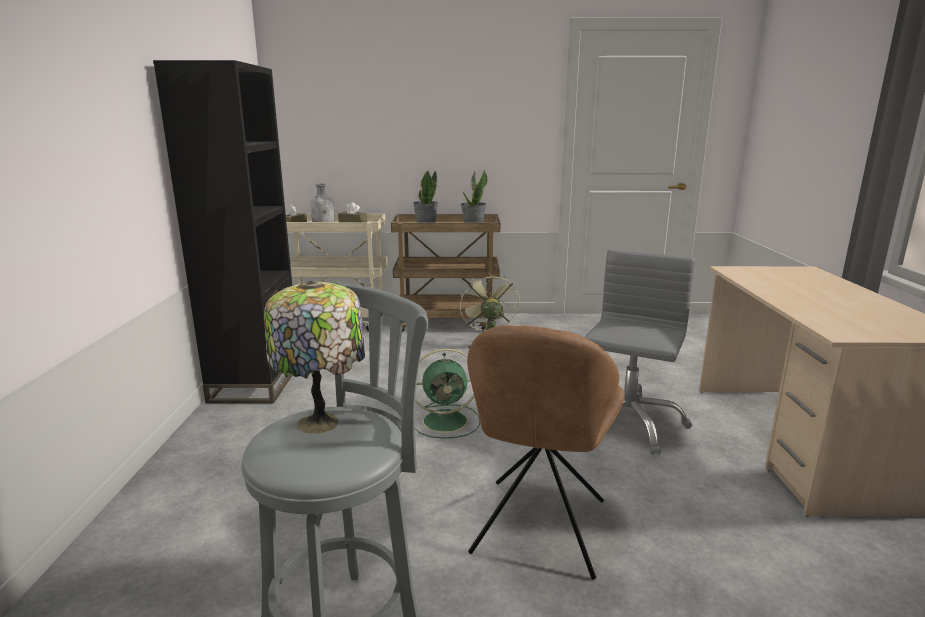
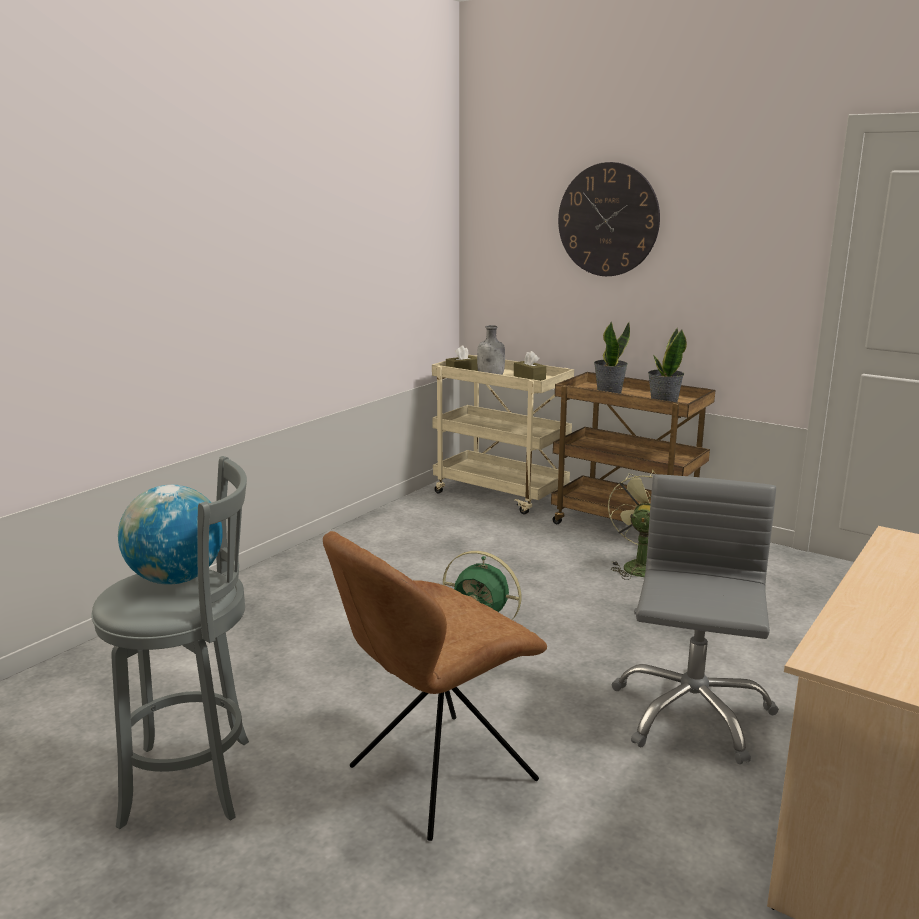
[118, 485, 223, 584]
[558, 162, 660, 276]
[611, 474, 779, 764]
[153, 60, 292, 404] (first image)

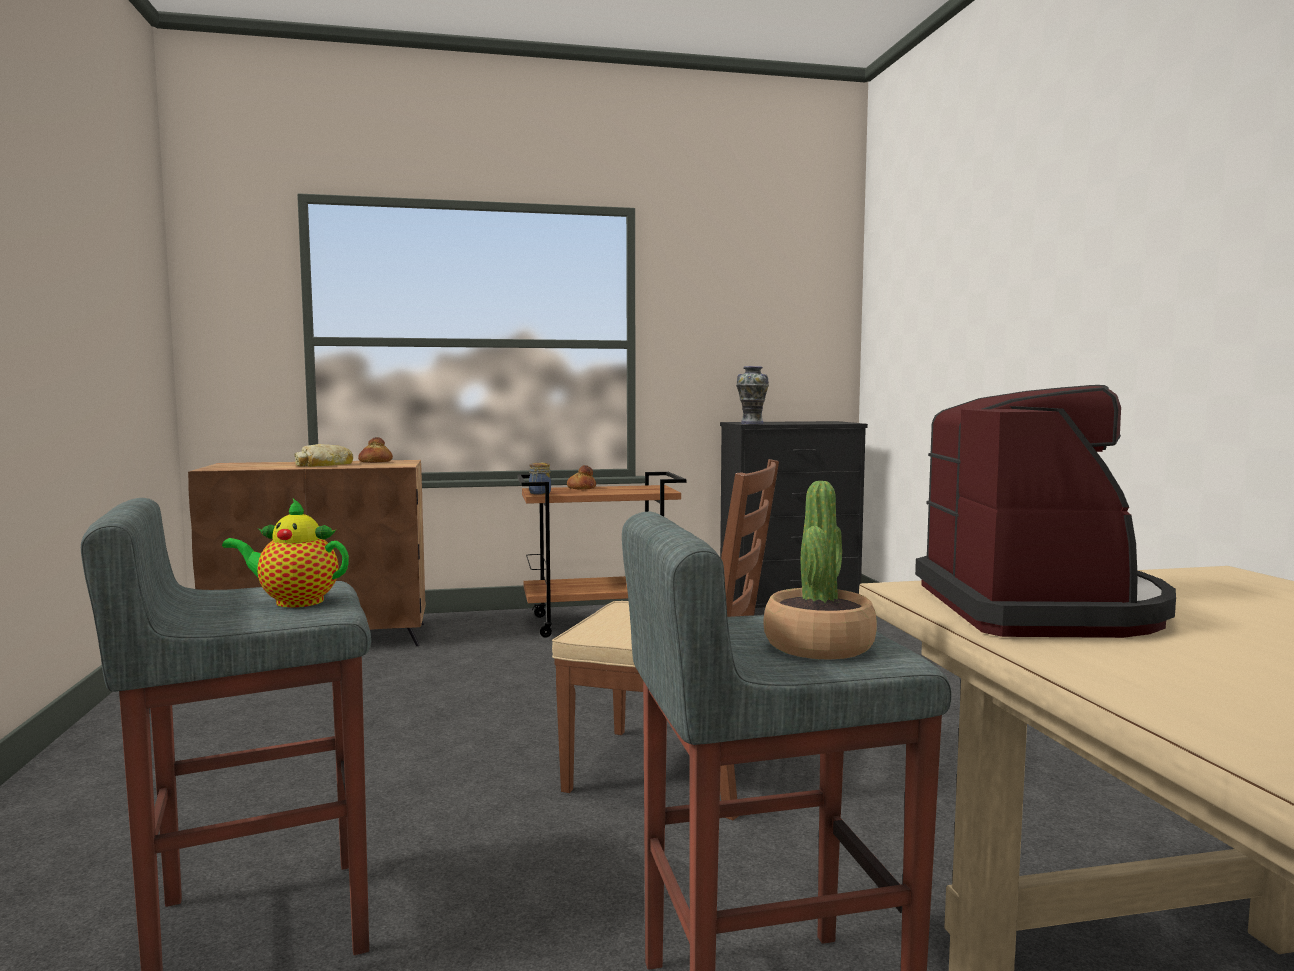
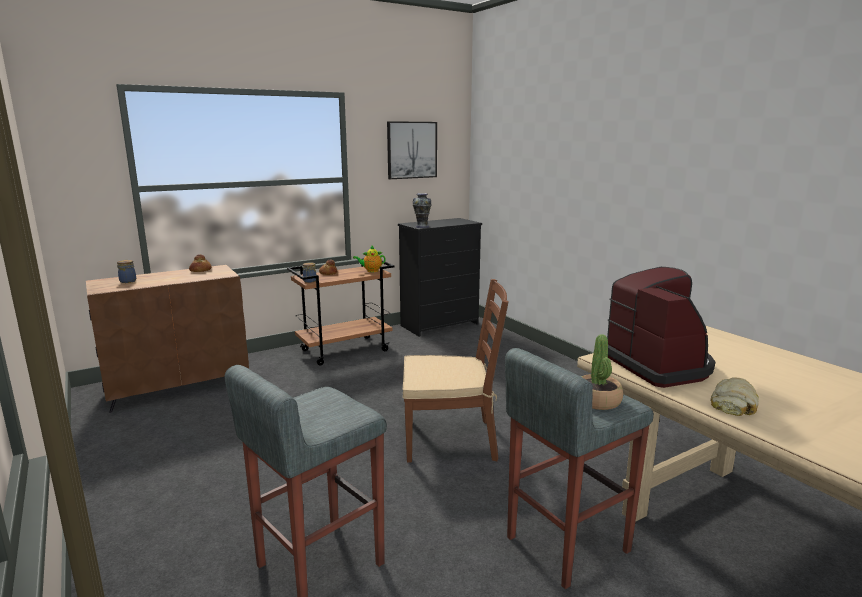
[117, 260, 136, 283]
[353, 246, 386, 272]
[387, 121, 437, 179]
[710, 377, 759, 416]

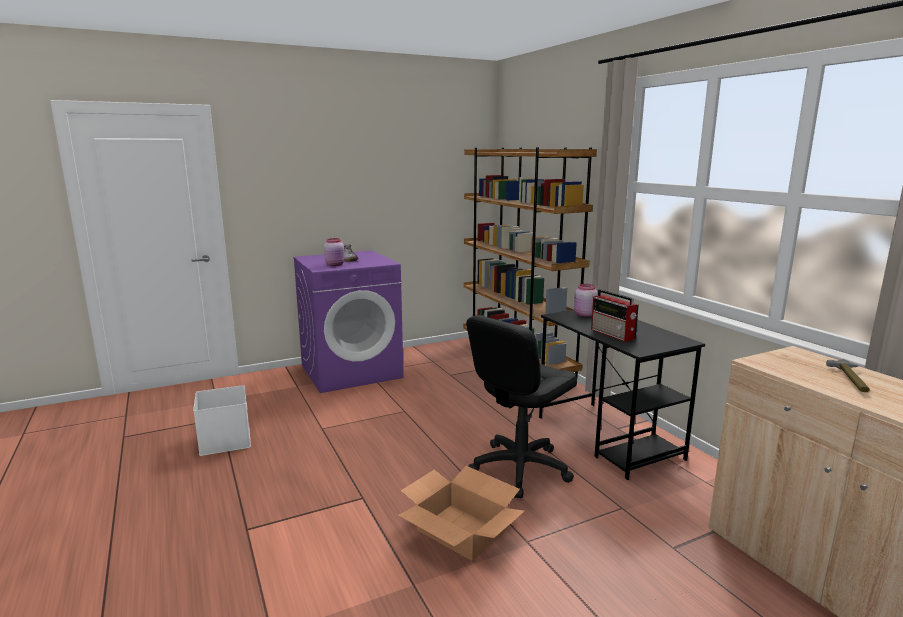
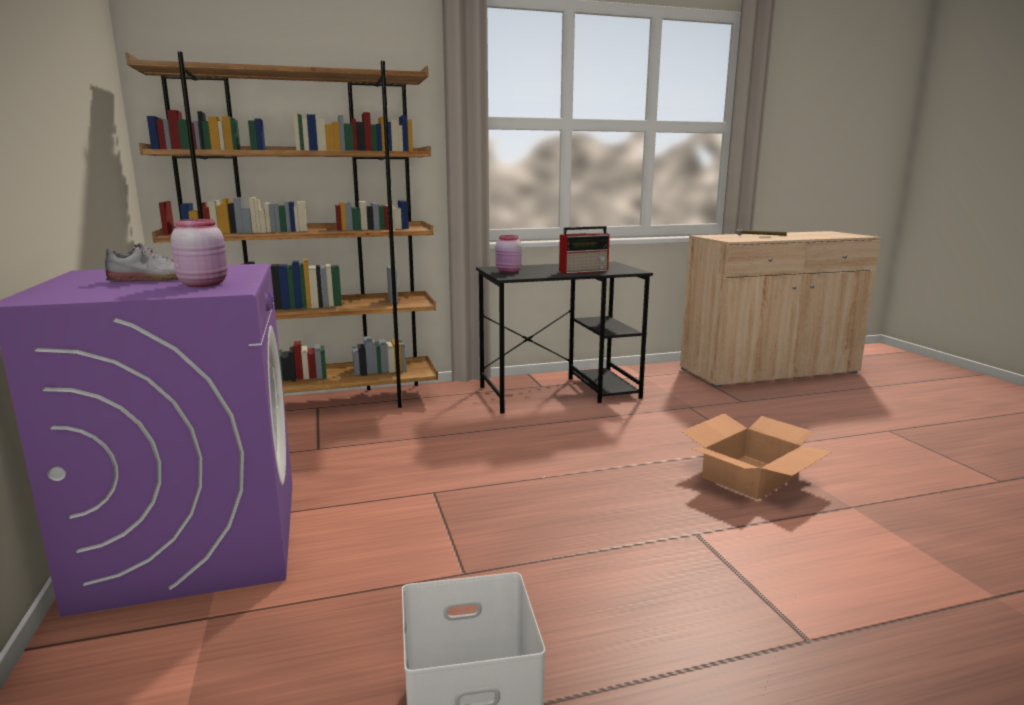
[466, 315, 577, 498] (first image)

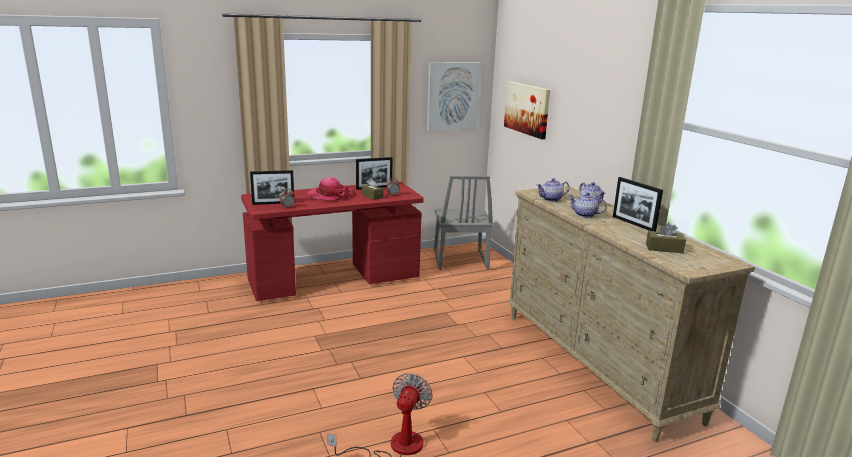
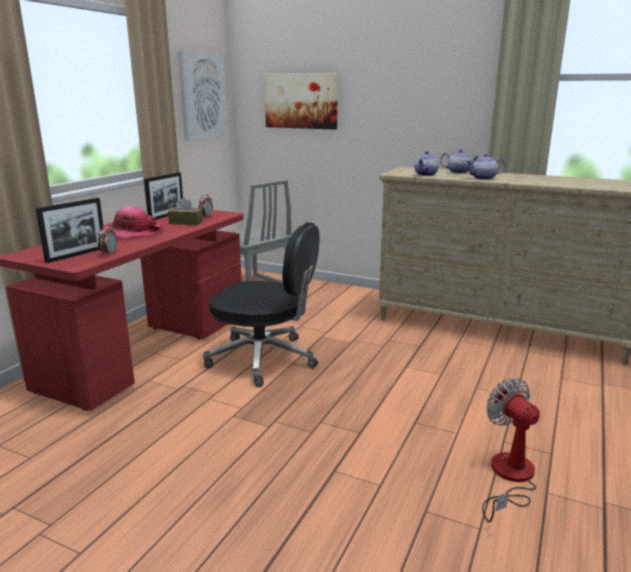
[203, 222, 320, 387]
[613, 177, 663, 231] (first image)
[646, 222, 686, 253] (first image)

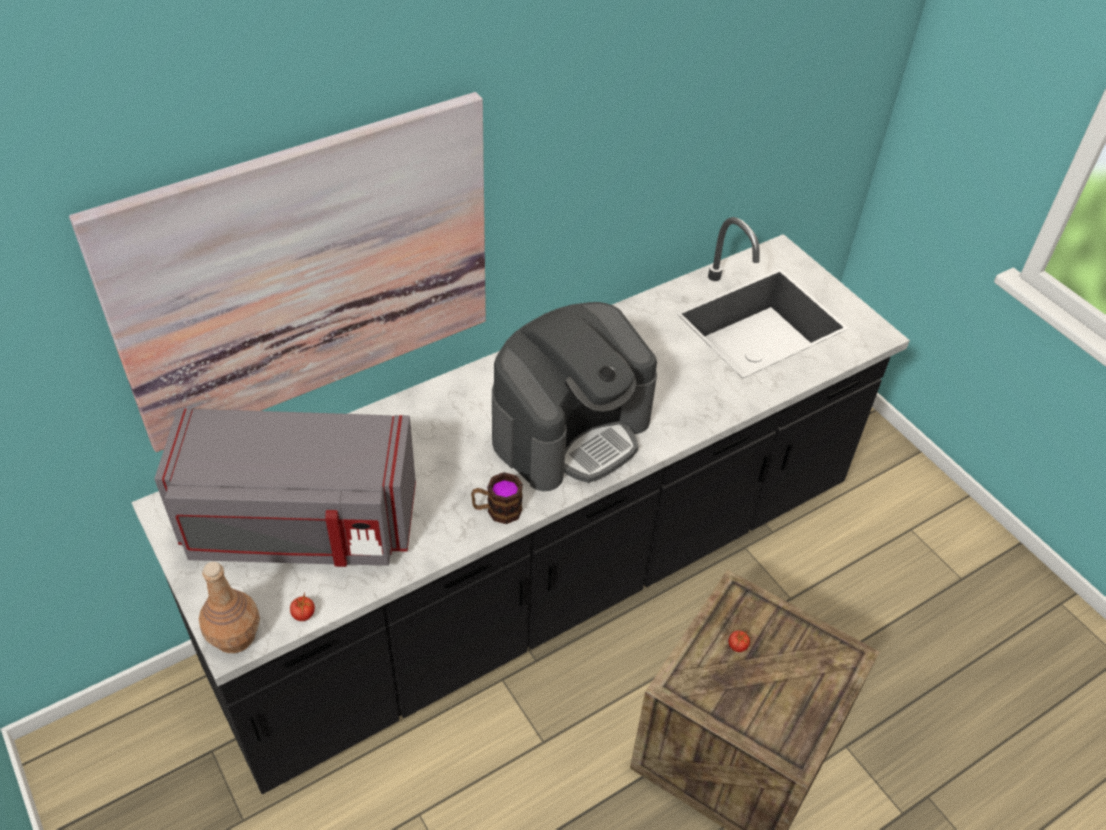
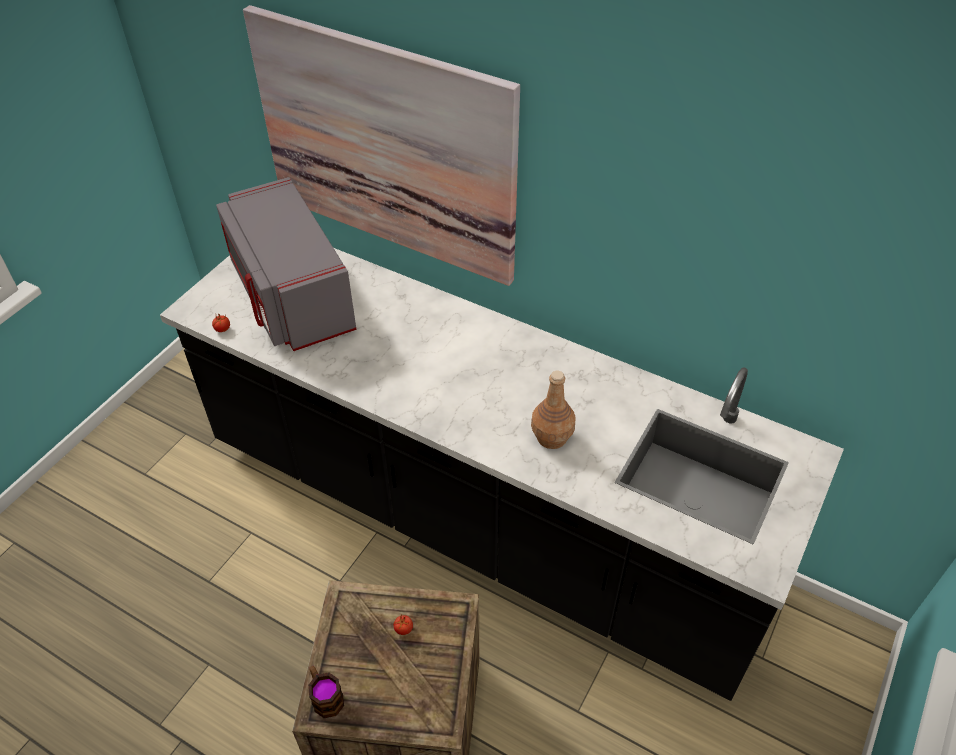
[308, 666, 344, 718]
[531, 371, 576, 449]
[492, 302, 657, 491] (first image)

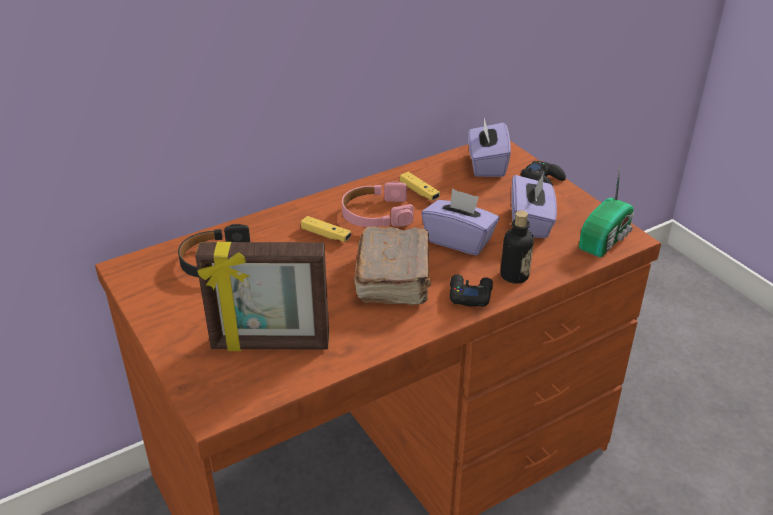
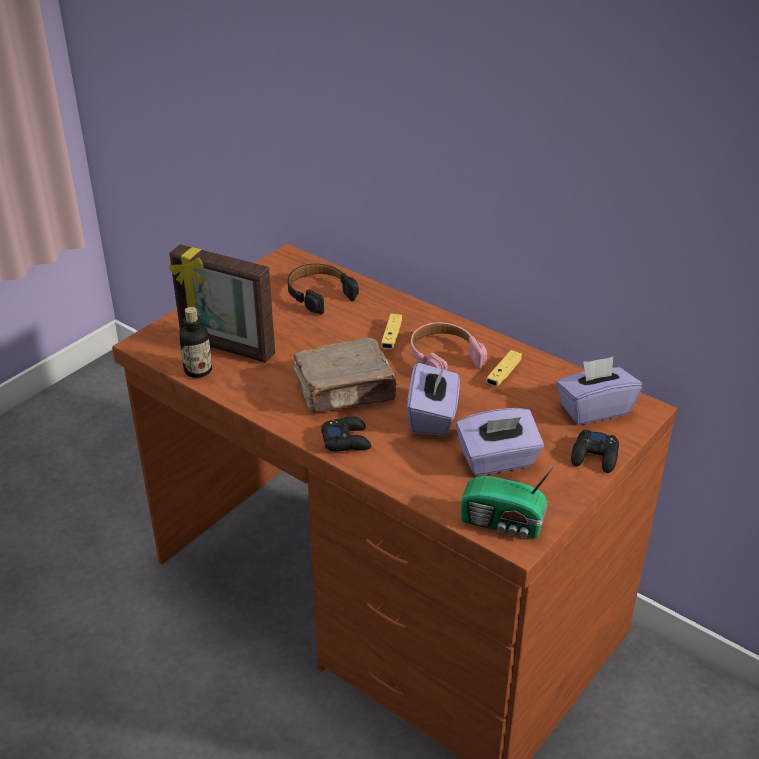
[169, 244, 275, 363]
[179, 307, 212, 378]

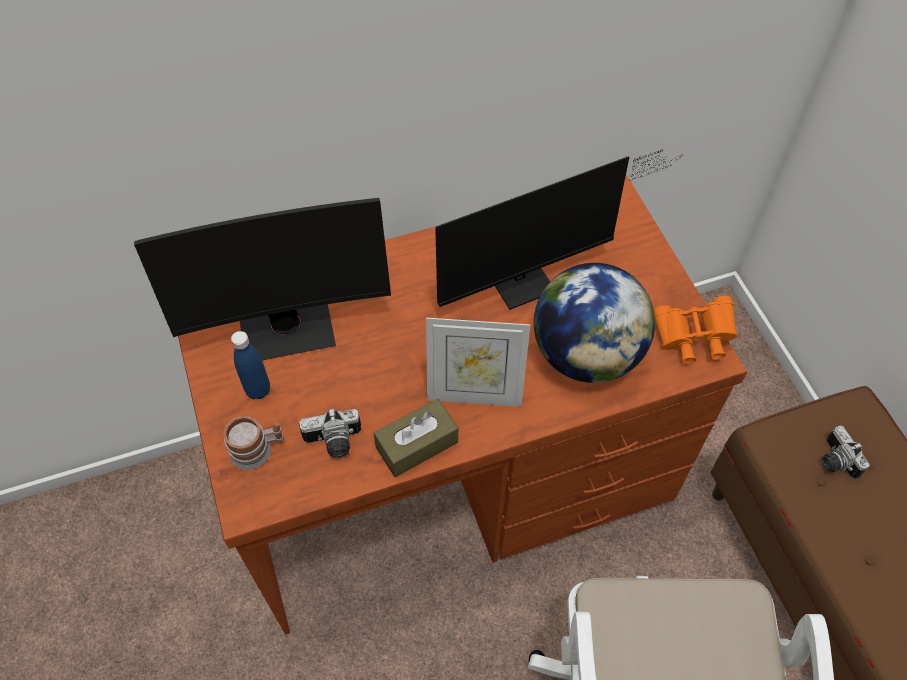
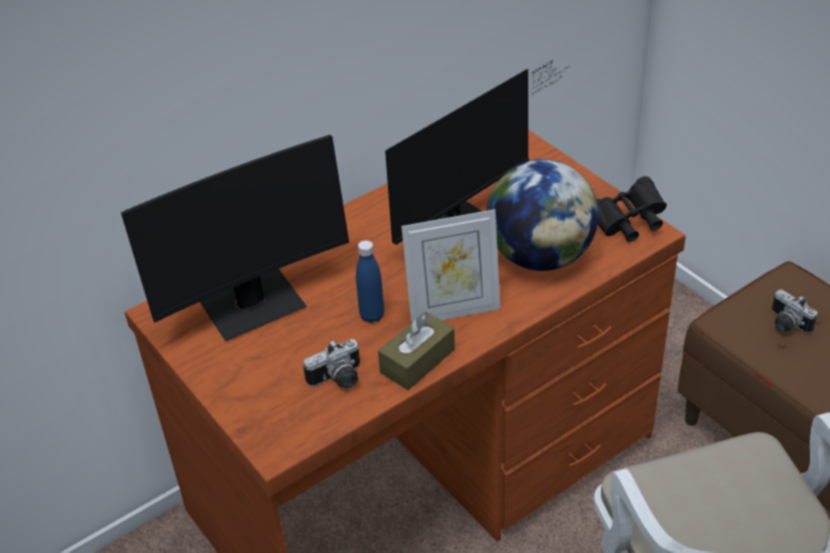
[356, 240, 384, 323]
[596, 176, 667, 242]
[223, 416, 284, 470] (first image)

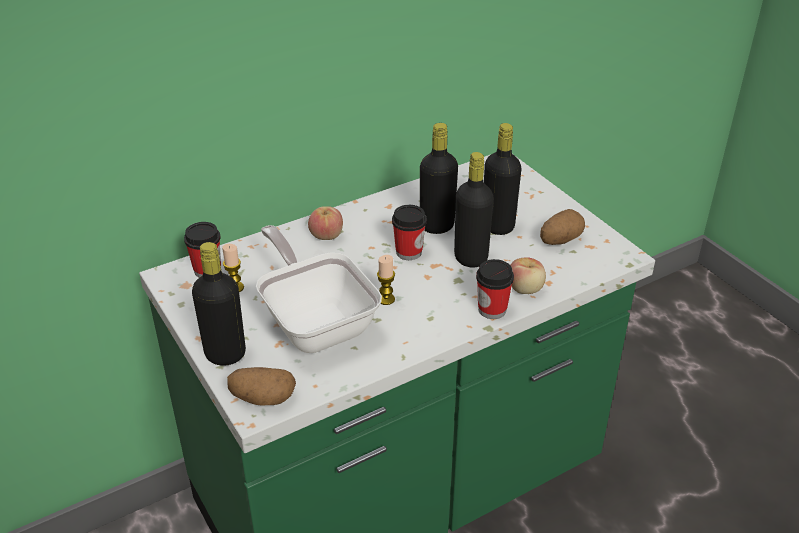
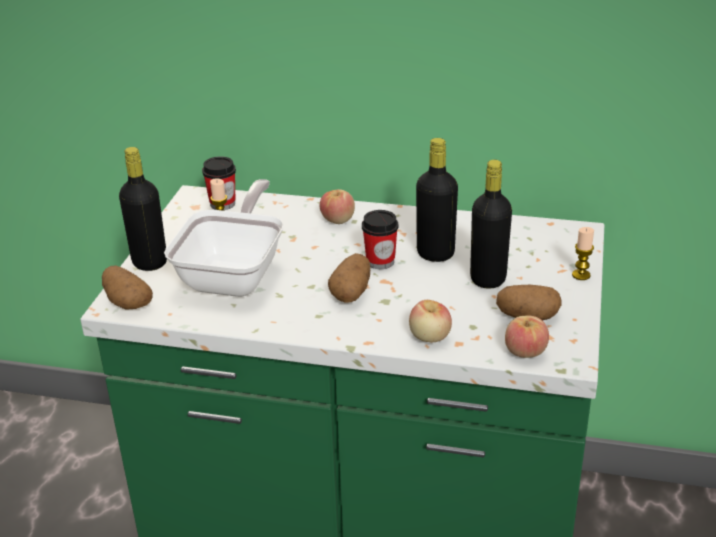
[328, 253, 370, 303]
[505, 315, 549, 358]
[572, 227, 594, 280]
[454, 152, 494, 268] (first image)
[476, 259, 514, 319] (first image)

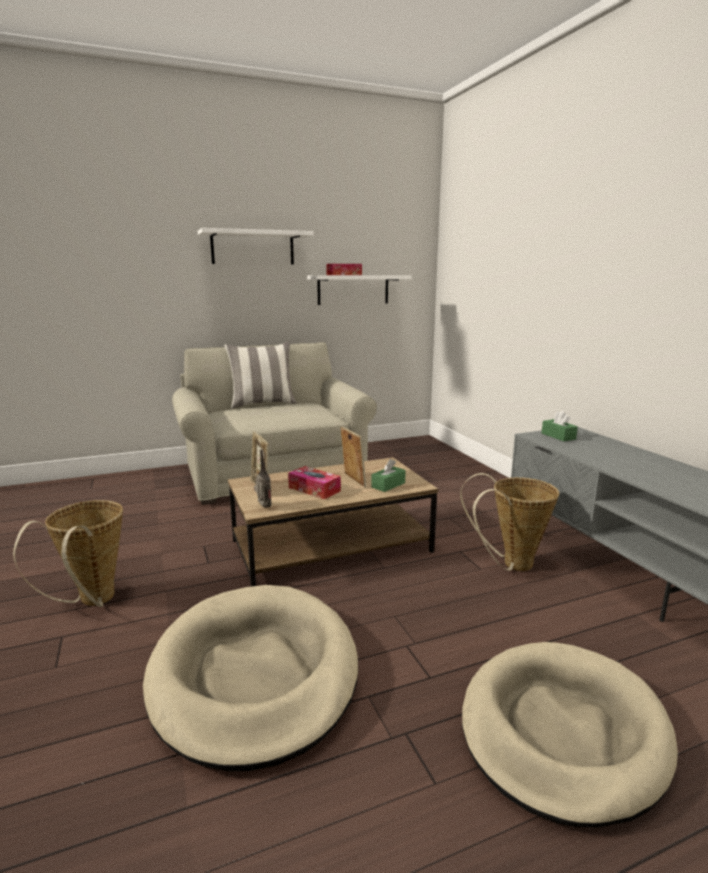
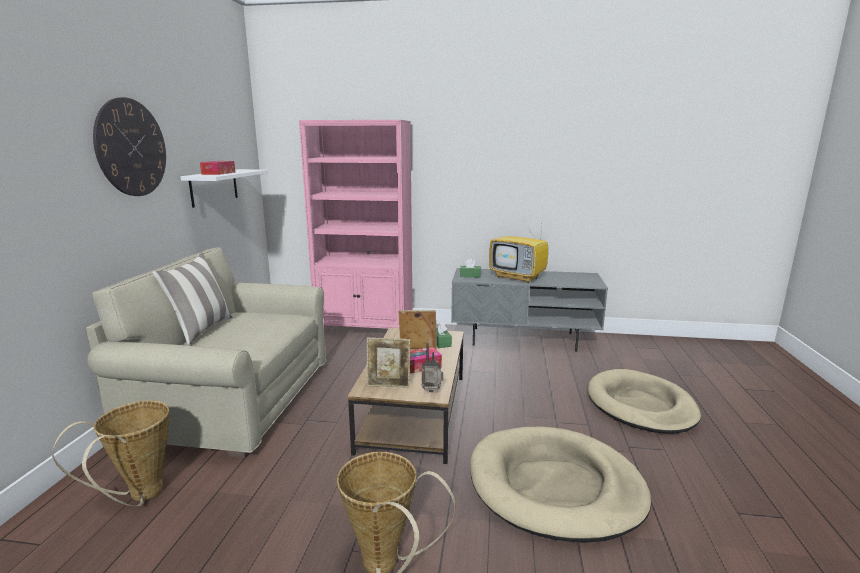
[52, 400, 169, 506]
[93, 97, 166, 196]
[299, 120, 413, 333]
[489, 212, 548, 283]

